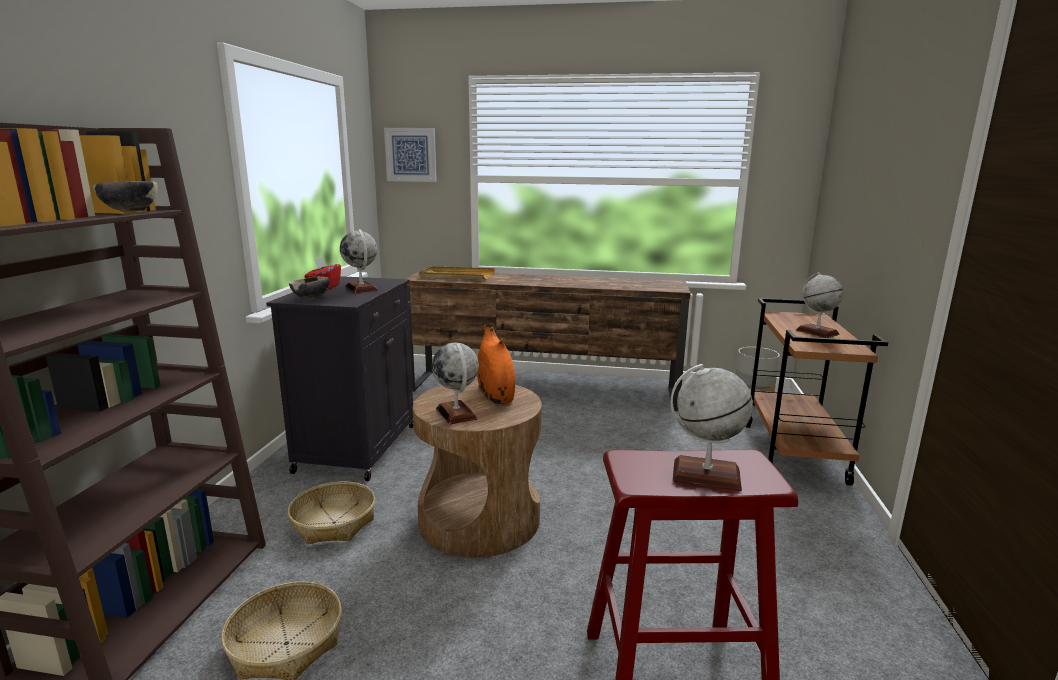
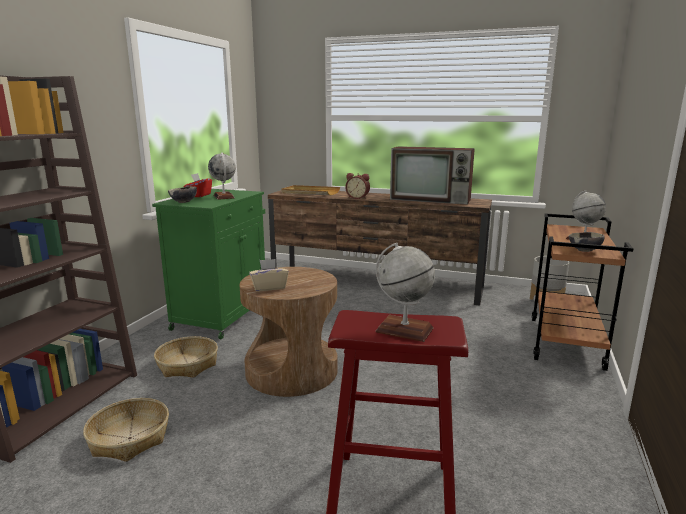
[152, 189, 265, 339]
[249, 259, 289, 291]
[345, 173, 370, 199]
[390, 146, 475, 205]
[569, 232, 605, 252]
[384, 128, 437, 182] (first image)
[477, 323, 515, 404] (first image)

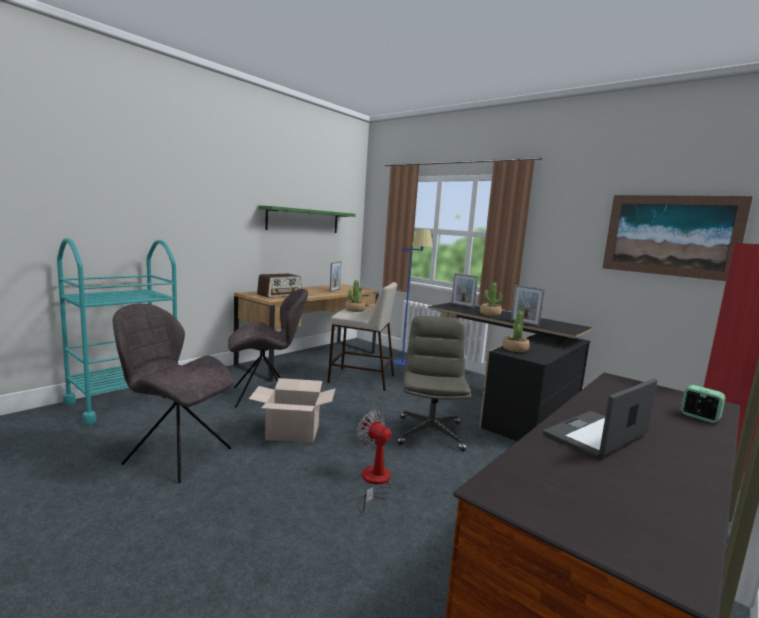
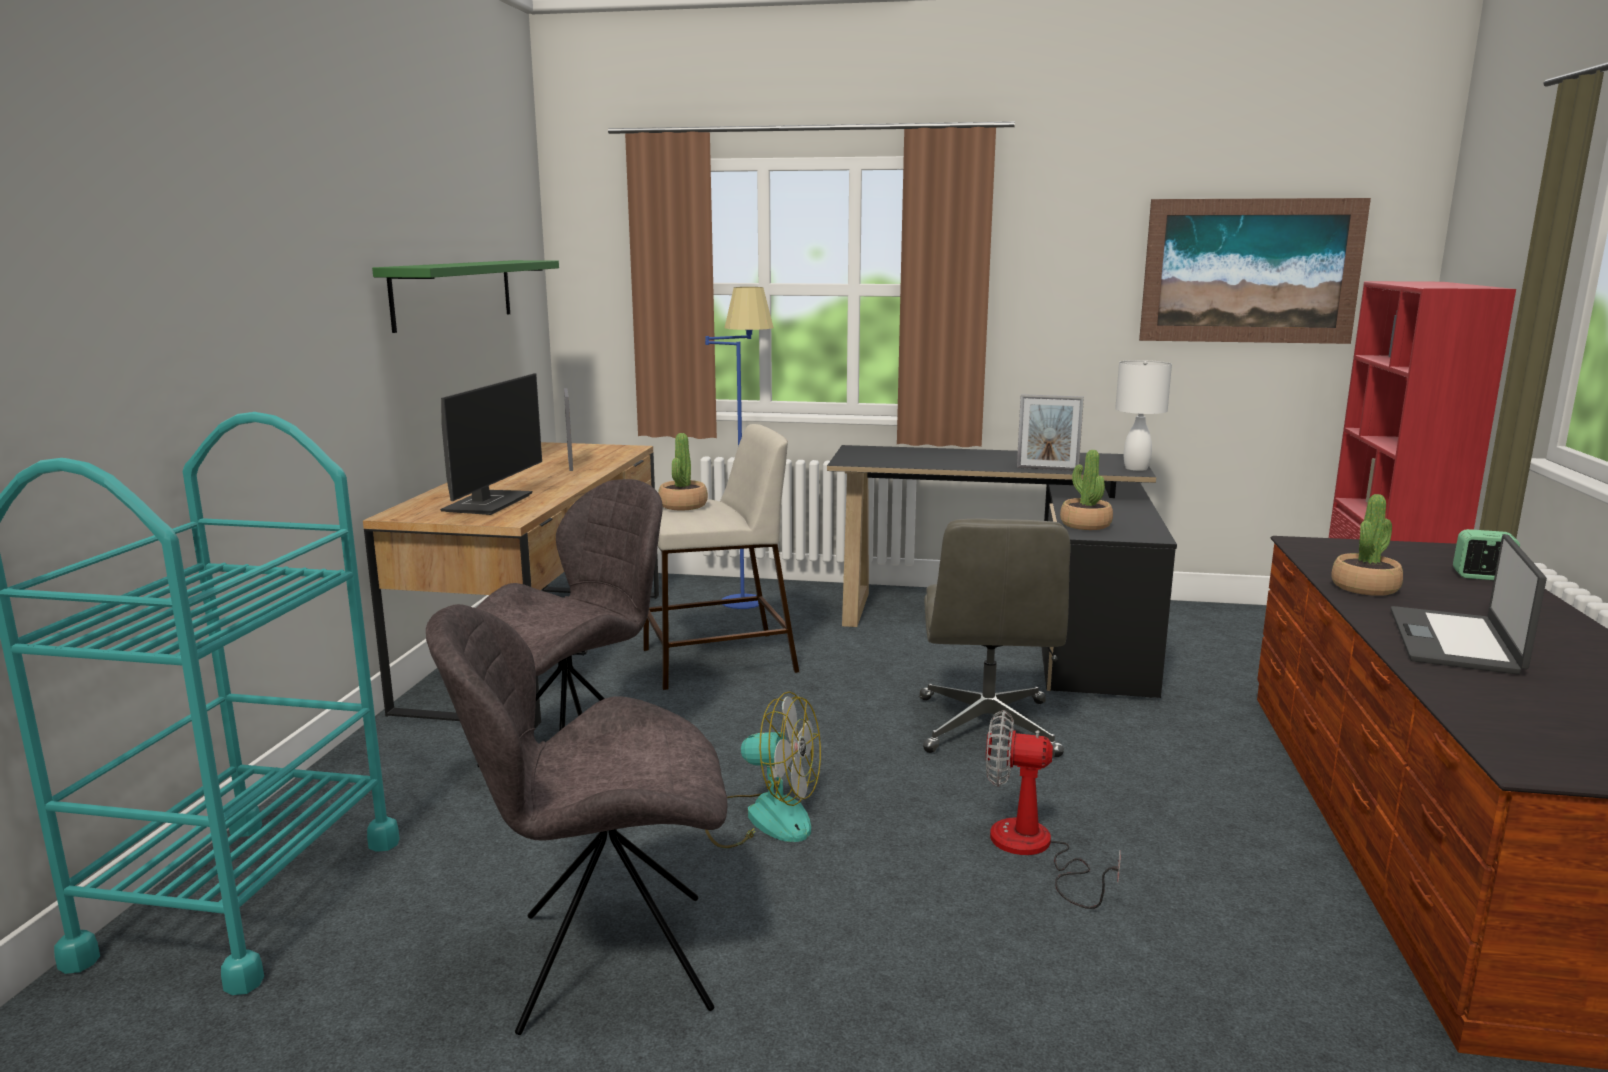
[440, 373, 542, 515]
[705, 691, 821, 848]
[920, 518, 1070, 757]
[1115, 360, 1172, 471]
[1331, 494, 1403, 596]
[451, 273, 478, 308] (first image)

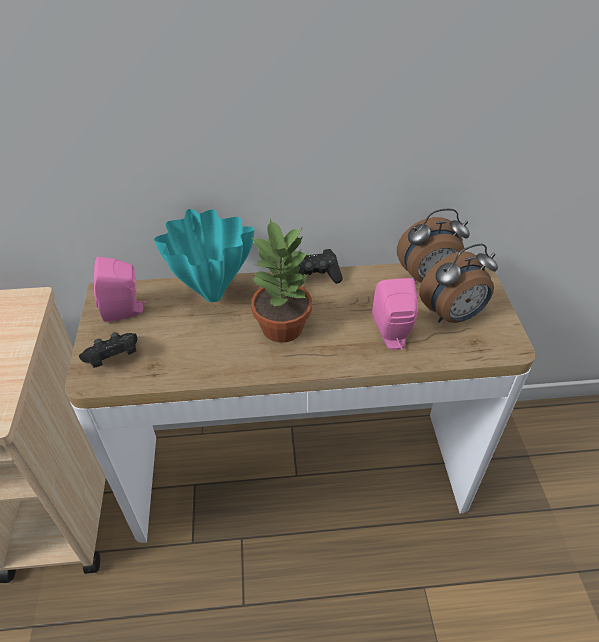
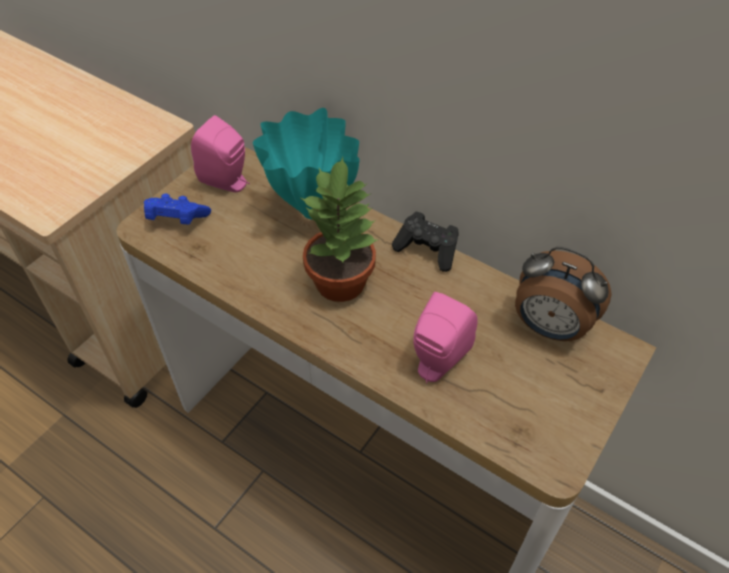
[144, 194, 211, 225]
[419, 243, 498, 323] (first image)

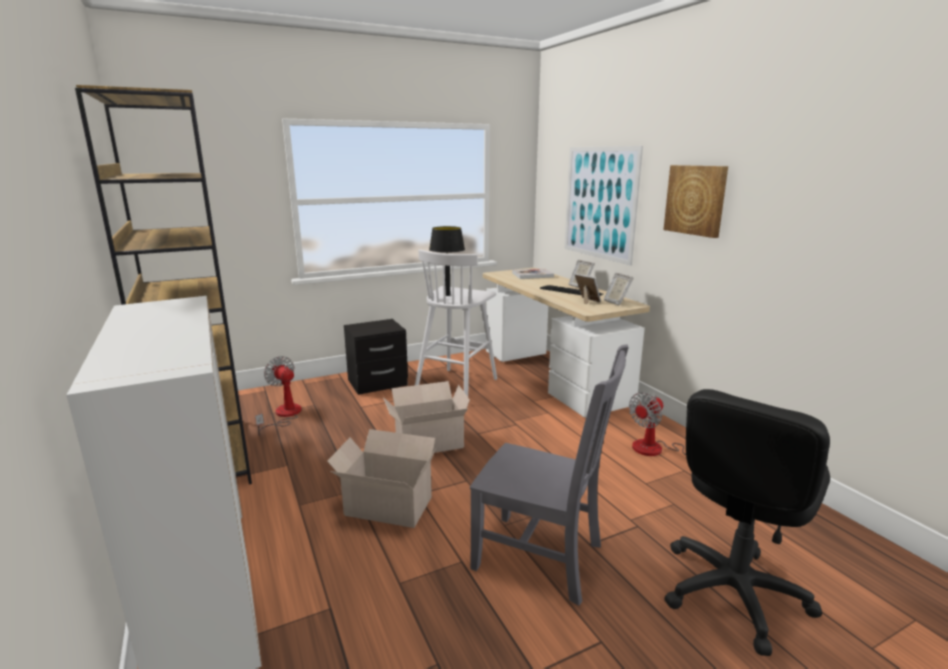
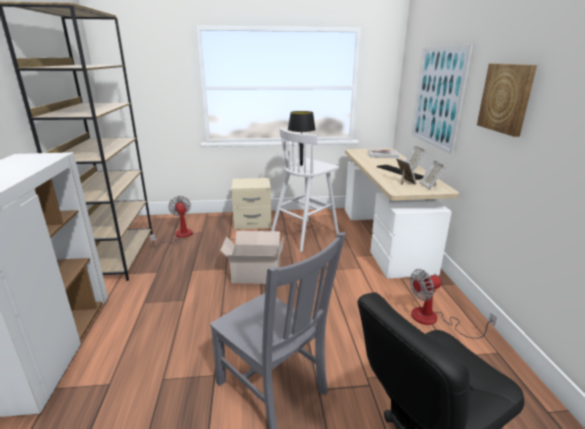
[231, 178, 271, 230]
[327, 429, 437, 528] (first image)

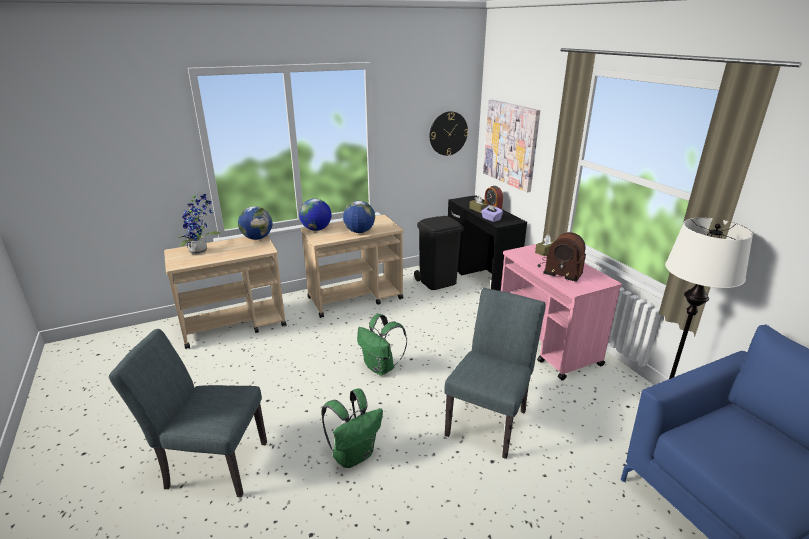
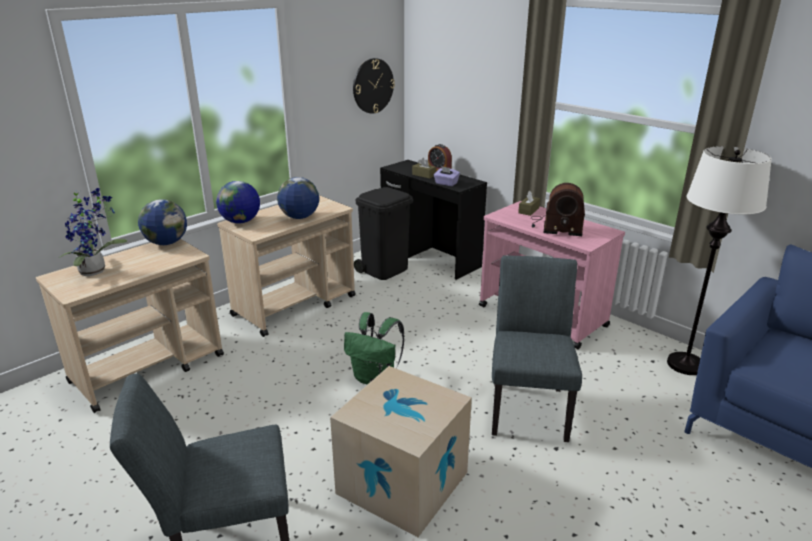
[330, 366, 472, 537]
[483, 100, 540, 193] (first image)

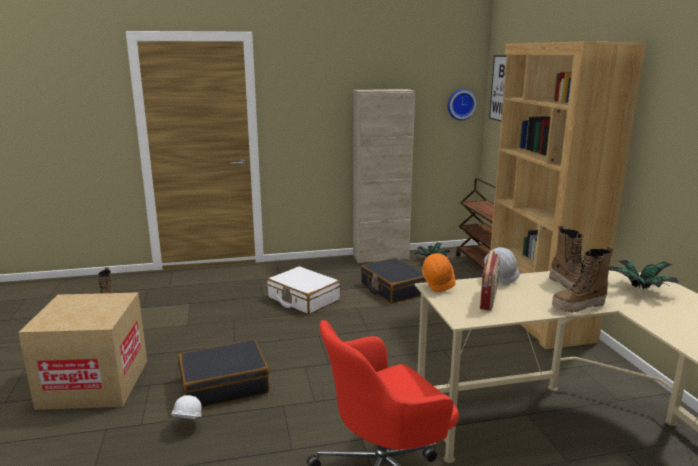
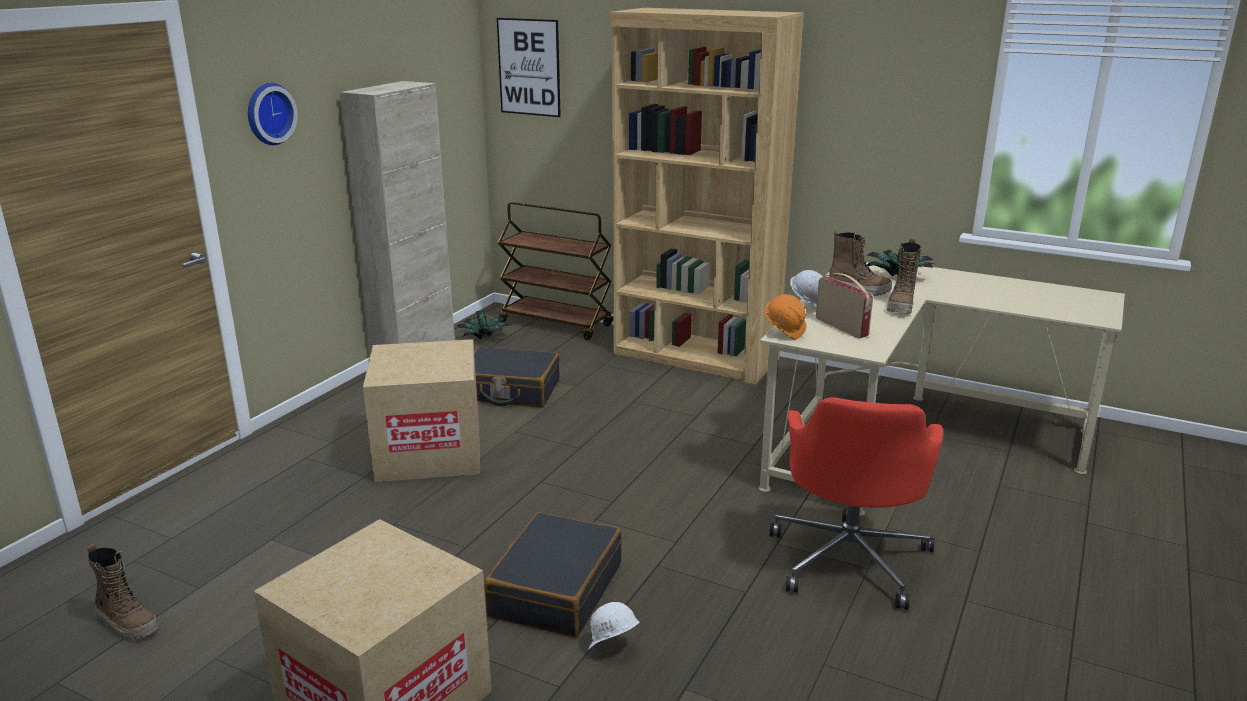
[248, 83, 298, 145]
[363, 339, 480, 482]

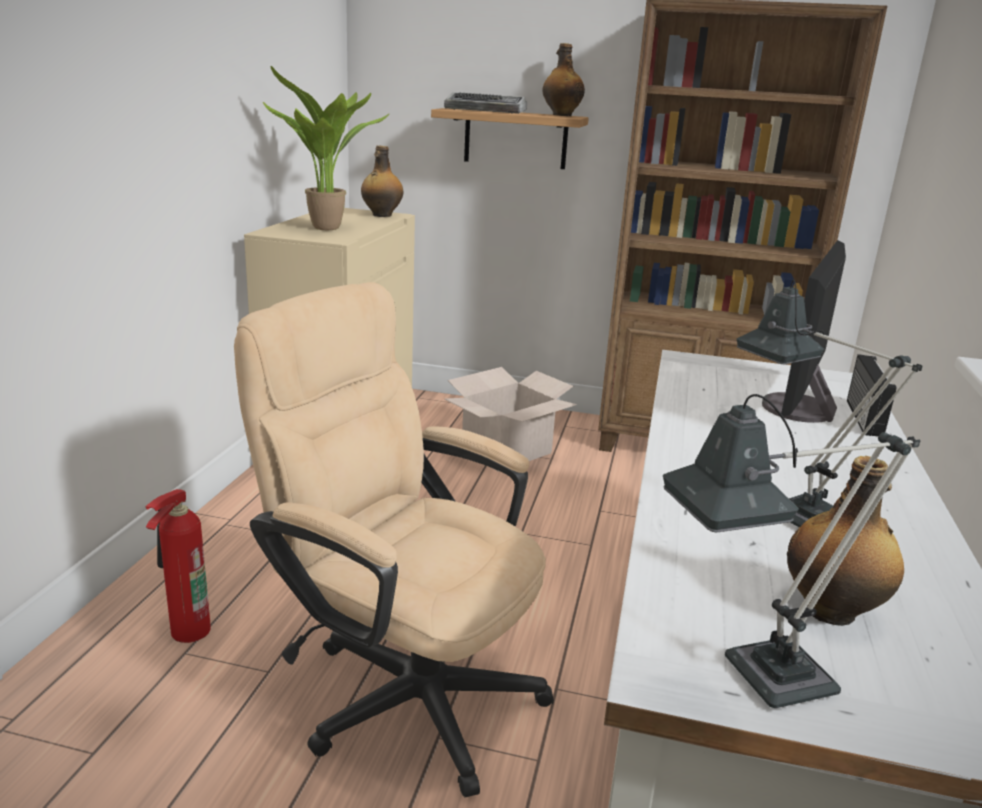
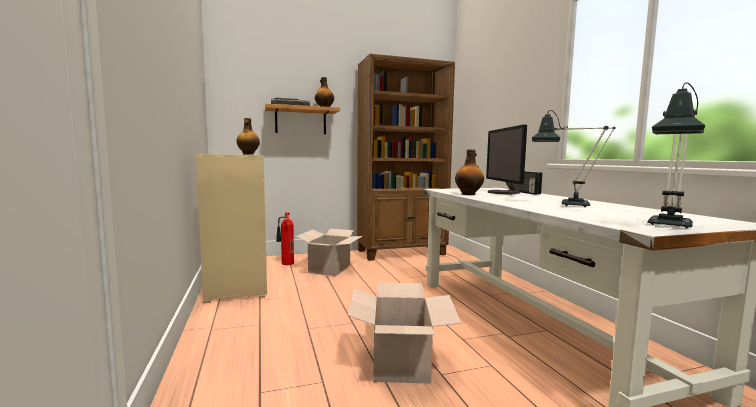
[276, 212, 294, 265]
[347, 282, 462, 384]
[455, 149, 484, 195]
[263, 66, 389, 230] (first image)

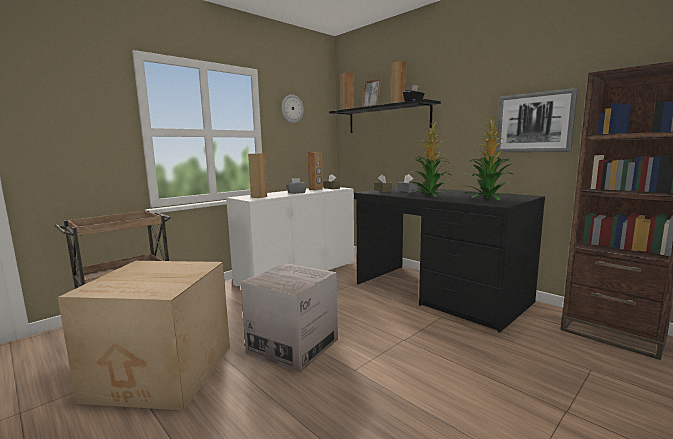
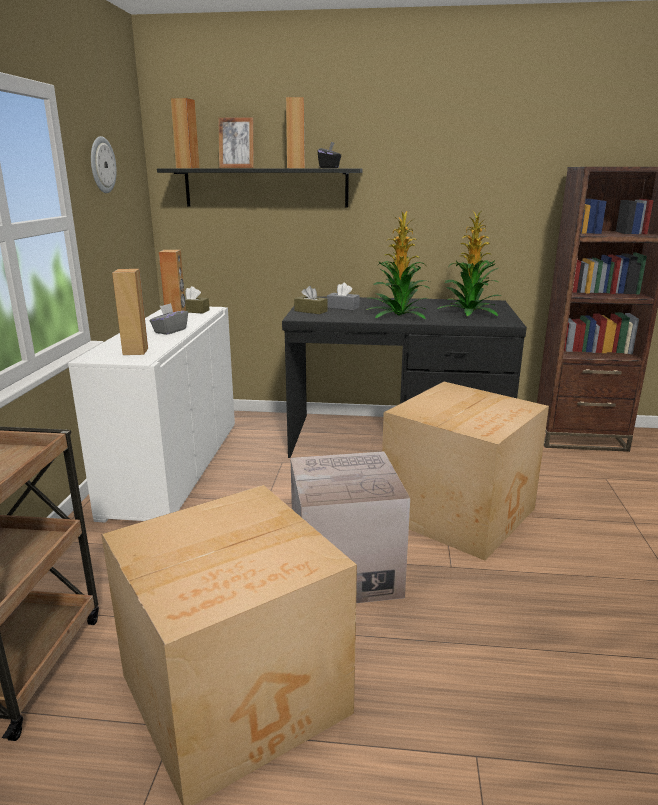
[382, 382, 549, 560]
[496, 88, 578, 152] (first image)

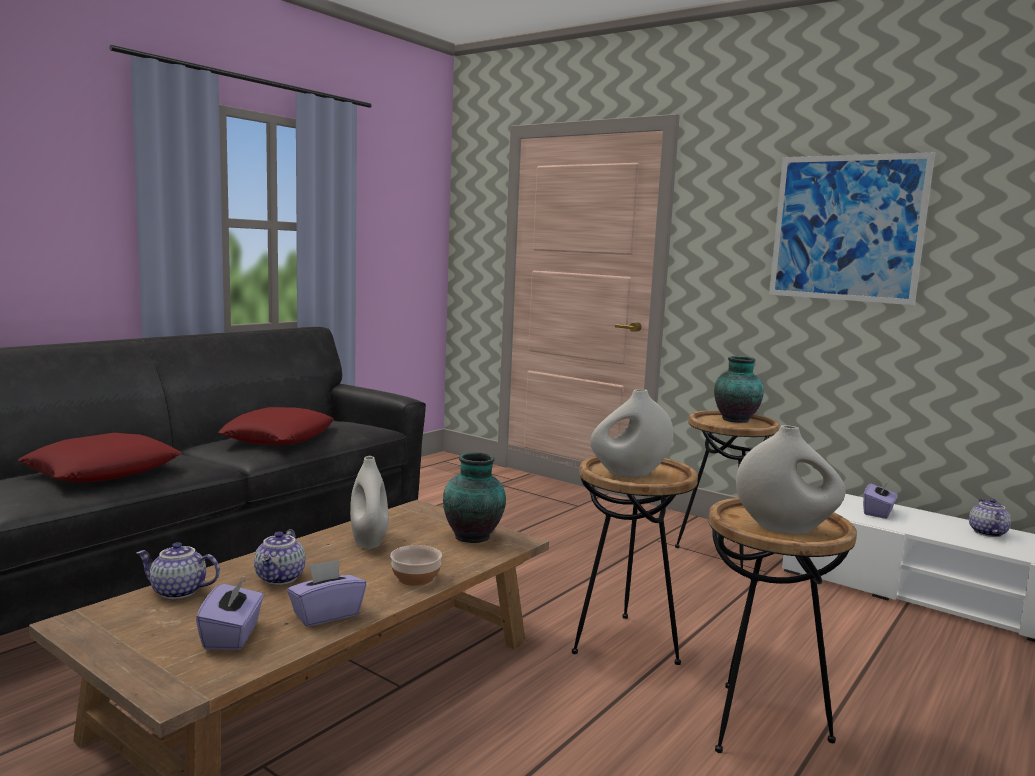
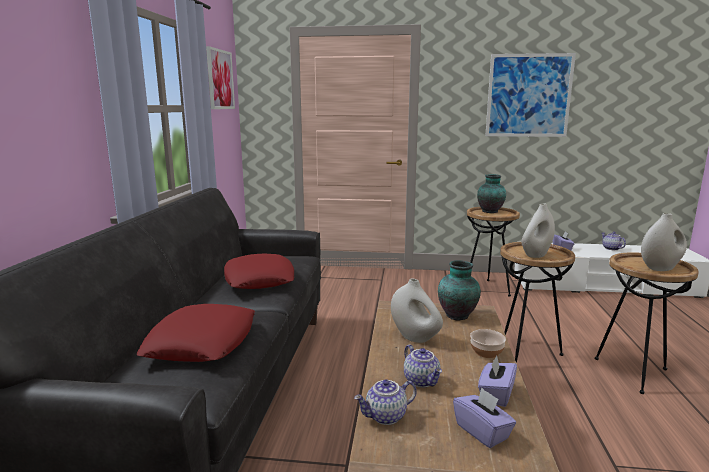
[206, 46, 235, 109]

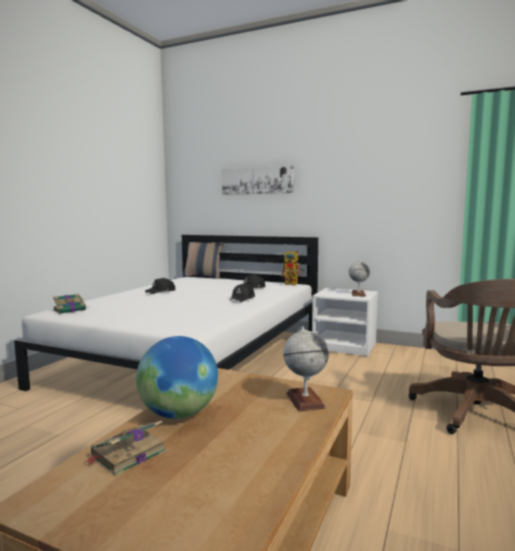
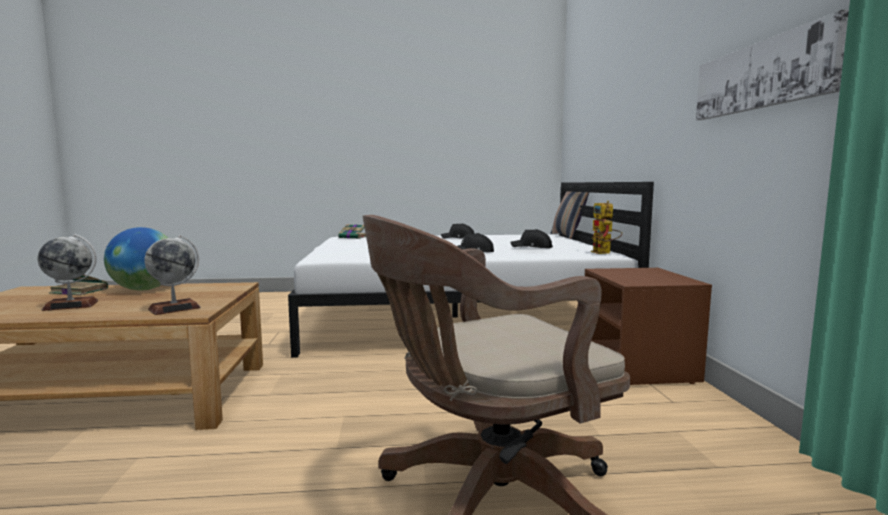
[38, 234, 98, 311]
[585, 268, 712, 385]
[696, 10, 849, 120]

